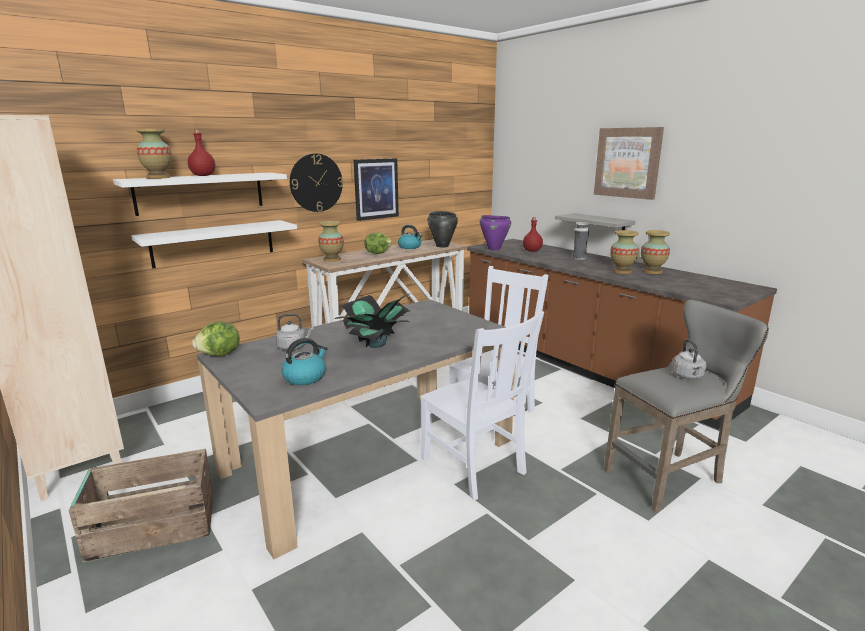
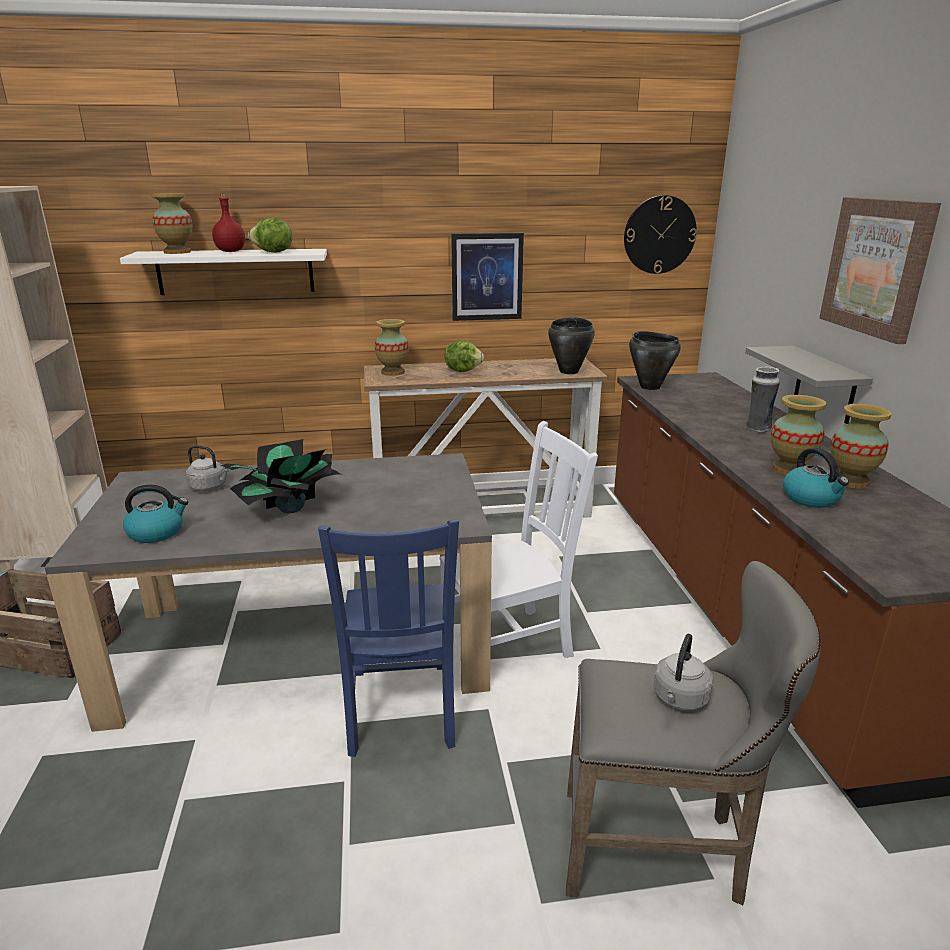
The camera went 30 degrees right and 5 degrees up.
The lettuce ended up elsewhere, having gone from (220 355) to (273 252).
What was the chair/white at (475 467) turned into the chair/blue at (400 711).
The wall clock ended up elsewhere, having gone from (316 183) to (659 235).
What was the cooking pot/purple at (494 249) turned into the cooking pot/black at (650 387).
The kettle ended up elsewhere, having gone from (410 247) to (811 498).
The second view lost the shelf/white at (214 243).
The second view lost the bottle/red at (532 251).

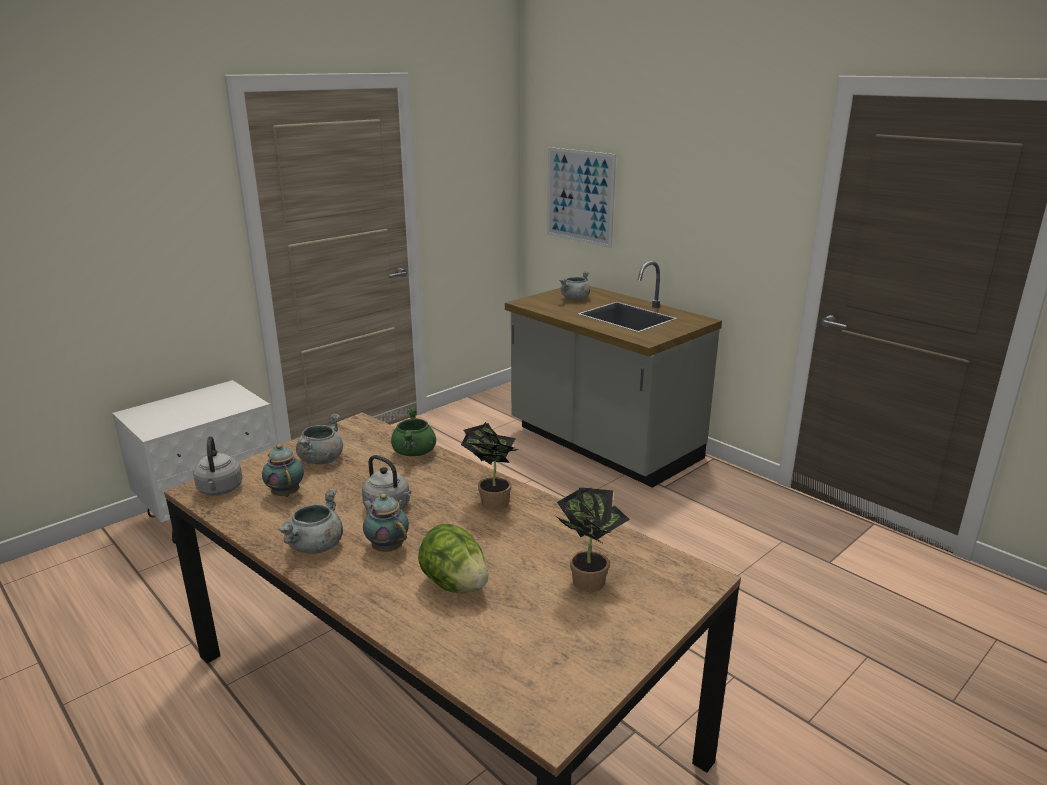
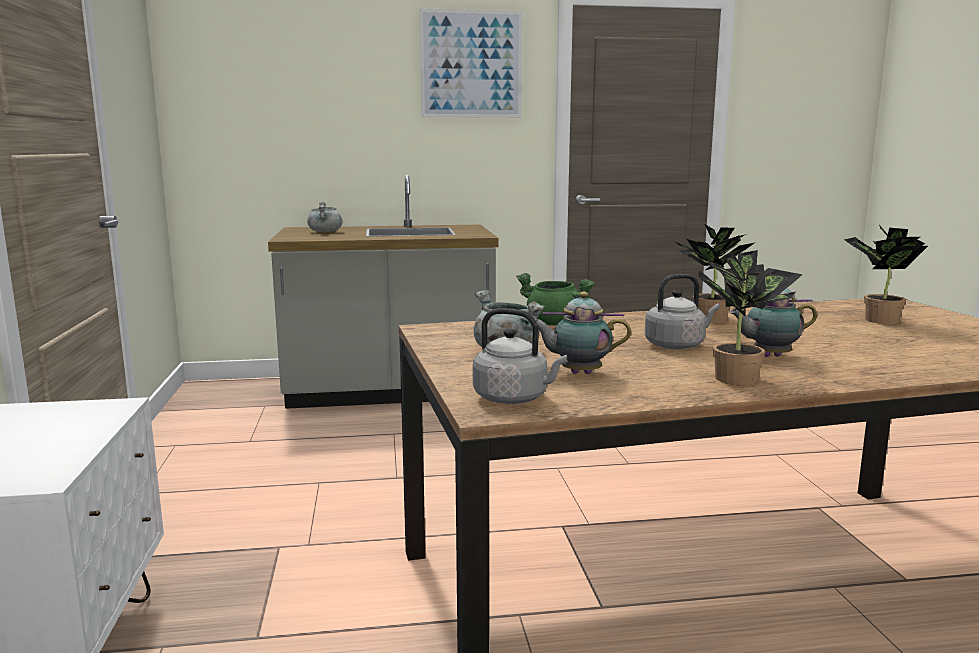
The camera went 55 degrees left and 10 degrees down.
The picture ended up elsewhere, having gone from (580 196) to (471 64).
Where the cooking pot/grey stood at (316 546), the potted plant came to stand at (739 377).
The second view lost the lettuce at (454 584).

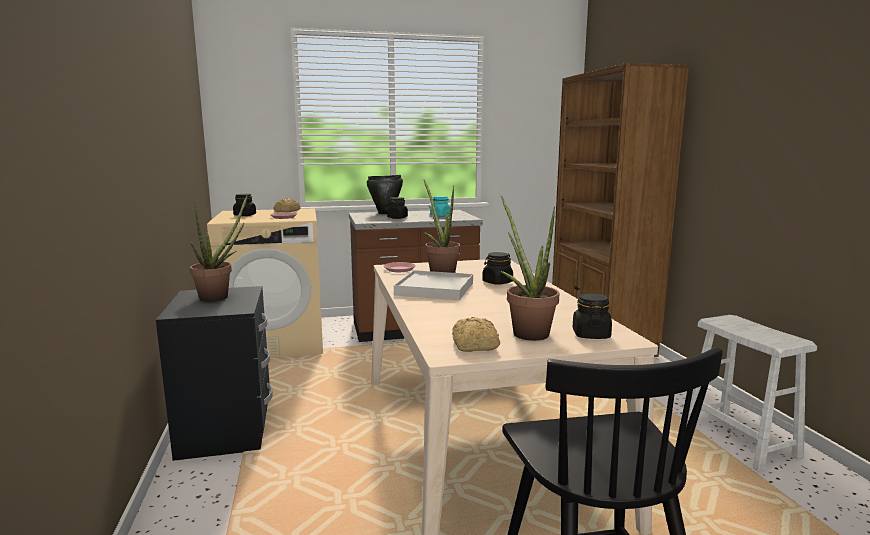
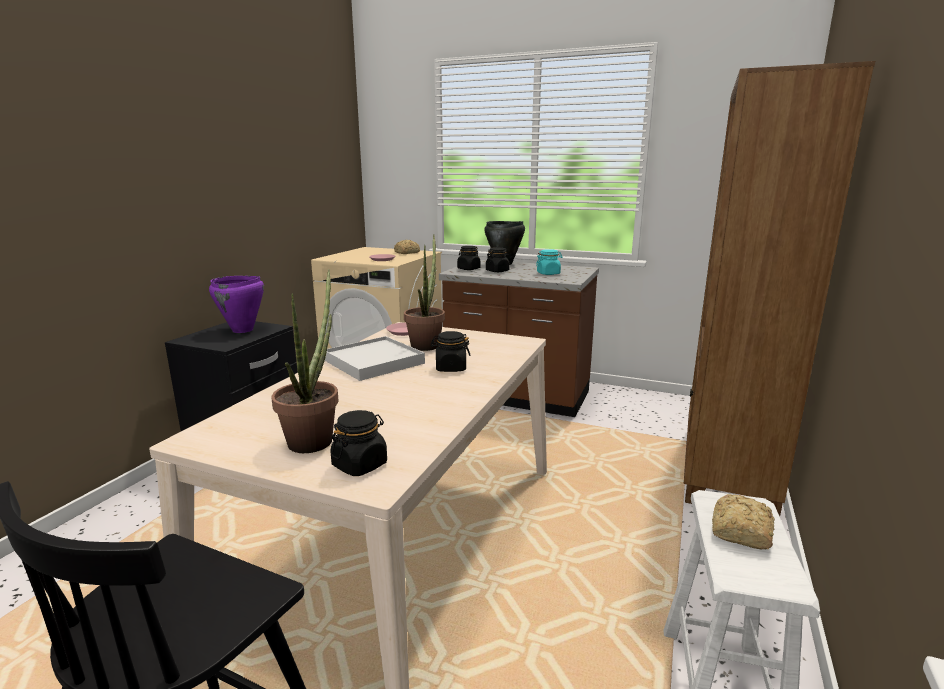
The camera went 35 degrees right and 5 degrees up.
Where the potted plant stood at (219 296), the cooking pot/purple came to stand at (242 330).
The jar/black ended up elsewhere, having gone from (245 215) to (468 269).
The bread ended up elsewhere, having gone from (474 345) to (740 533).

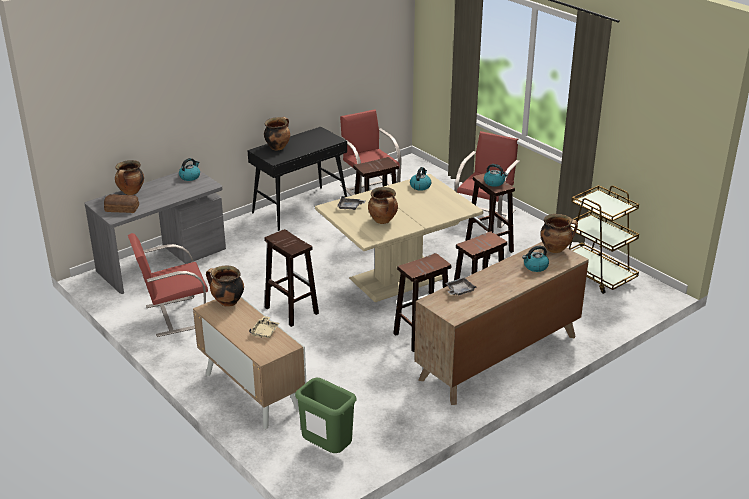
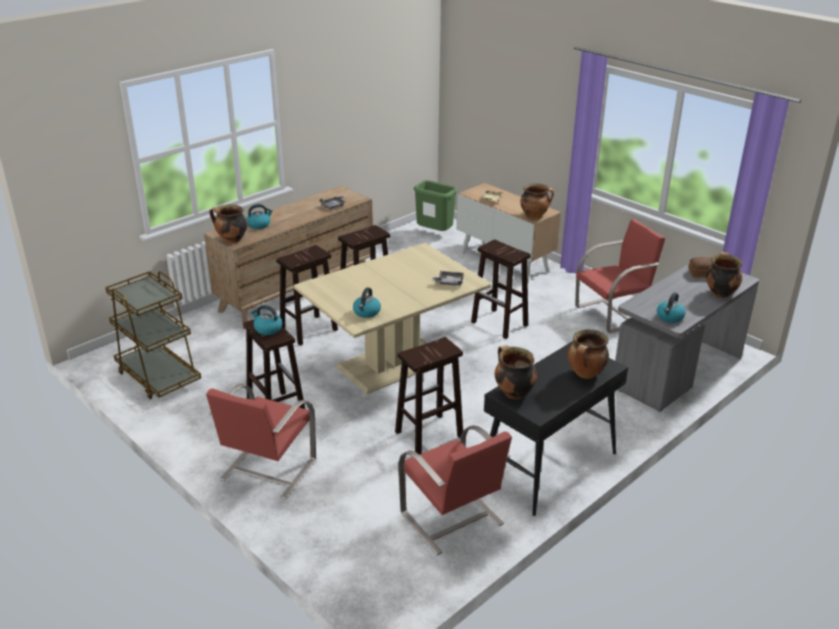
The camera went 175 degrees right and 0 degrees up.
The cooking pot ended up elsewhere, having gone from (383 221) to (513 392).

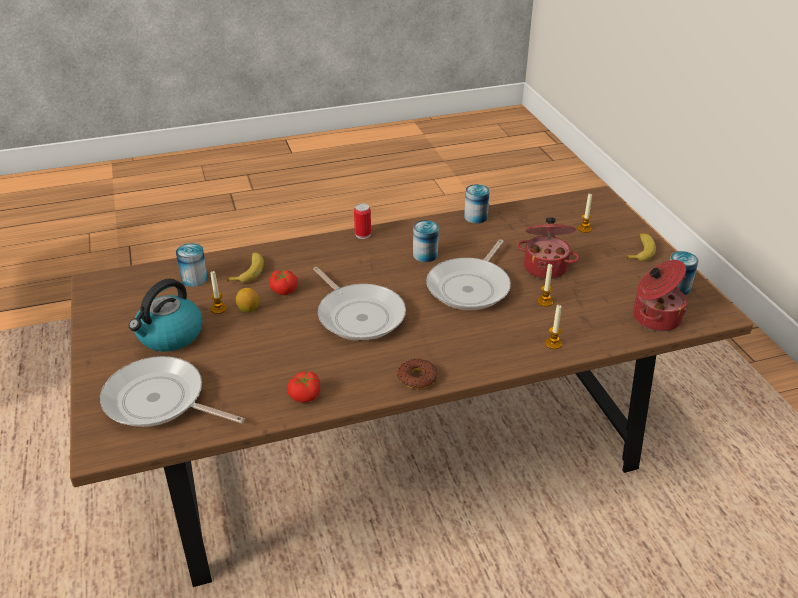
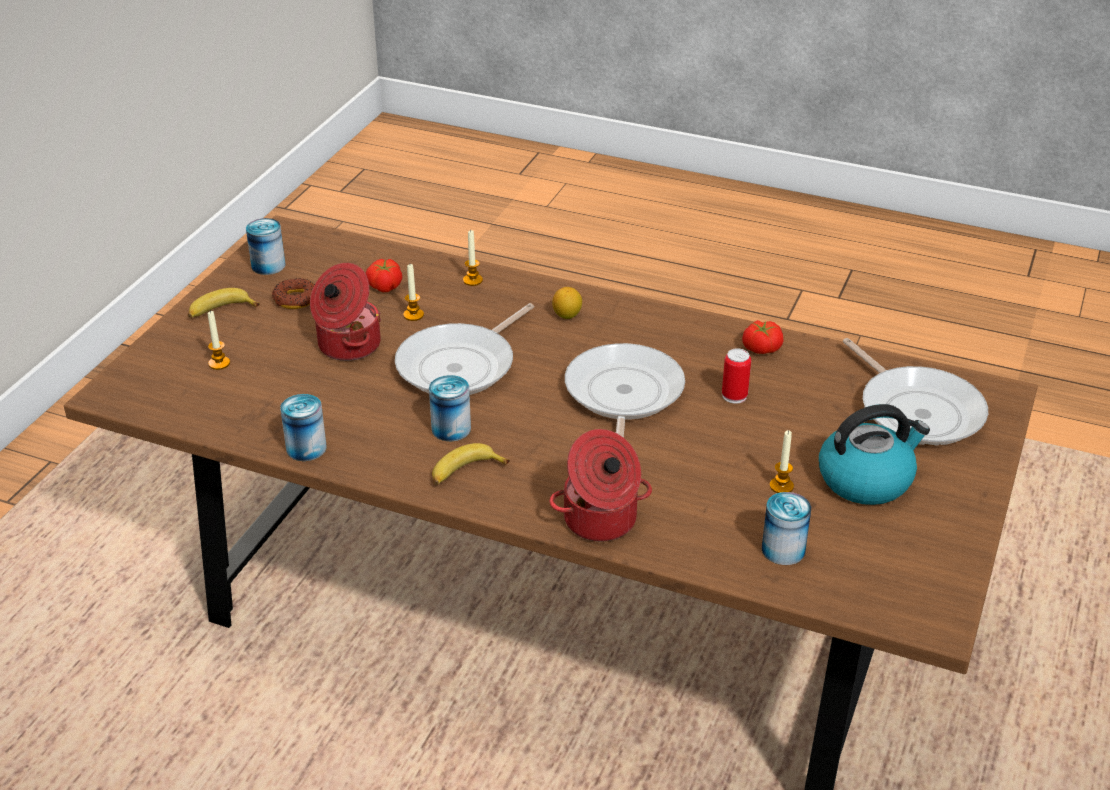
The camera went 140 degrees left and 0 degrees up.
The donut ended up elsewhere, having gone from (417 378) to (295 299).
The tomato ended up elsewhere, having gone from (284 290) to (384 286).
The frying pan at (470 287) ended up facing another way, 150 degrees clockwise from before.
The banana ended up elsewhere, having gone from (248 271) to (465 472).
The cooking pot ended up elsewhere, having gone from (654 317) to (600 521).
The lemon ended up elsewhere, having gone from (248 309) to (567 315).
The can ended up elsewhere, having gone from (363 234) to (734 396).

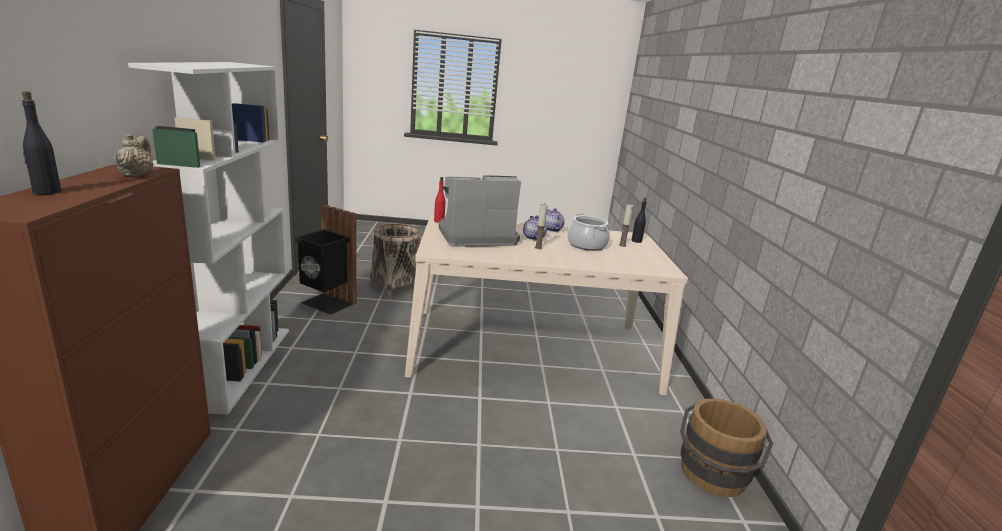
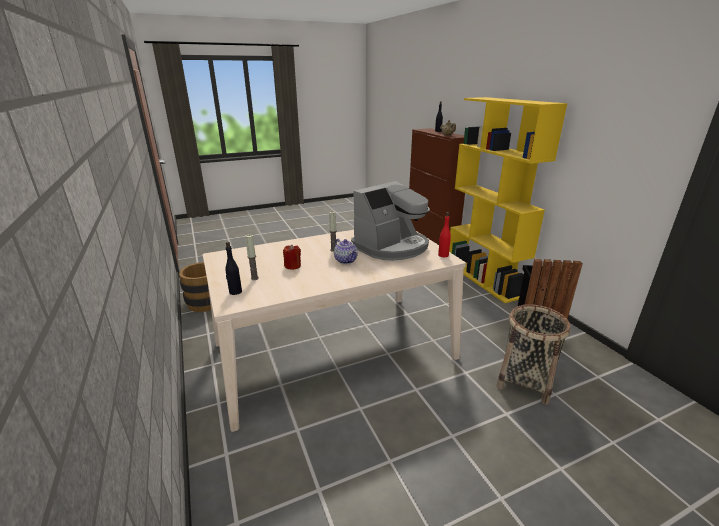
The camera went 160 degrees right and 5 degrees up.
Where the cooking pot stood at (586 245), the candle/red came to stand at (292 266).
What was the bookcase/white at (240 365) turned into the bookcase/yellow at (484 279).
The second view lost the teapot at (551 229).

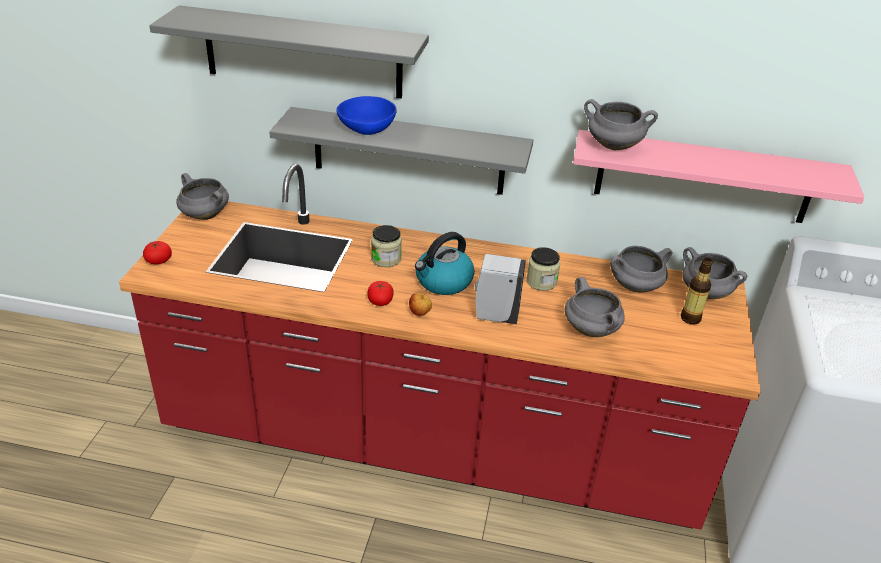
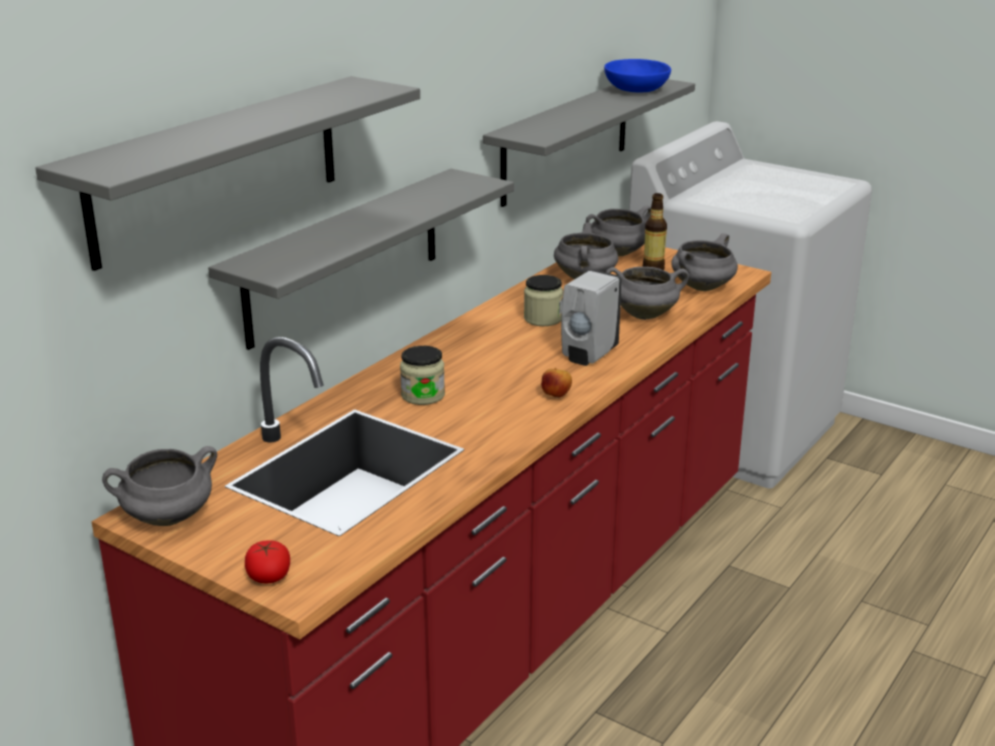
The camera went 65 degrees left and 10 degrees down.
What was the shelf/pink at (703 177) turned into the shelf/grey at (566 139).
The bowl/blue ended up elsewhere, having gone from (366 128) to (636 90).
The cooking pot/grey ended up elsewhere, having gone from (613 146) to (702 288).
The second view lost the tomato at (380 301).
The second view lost the kettle at (443 282).

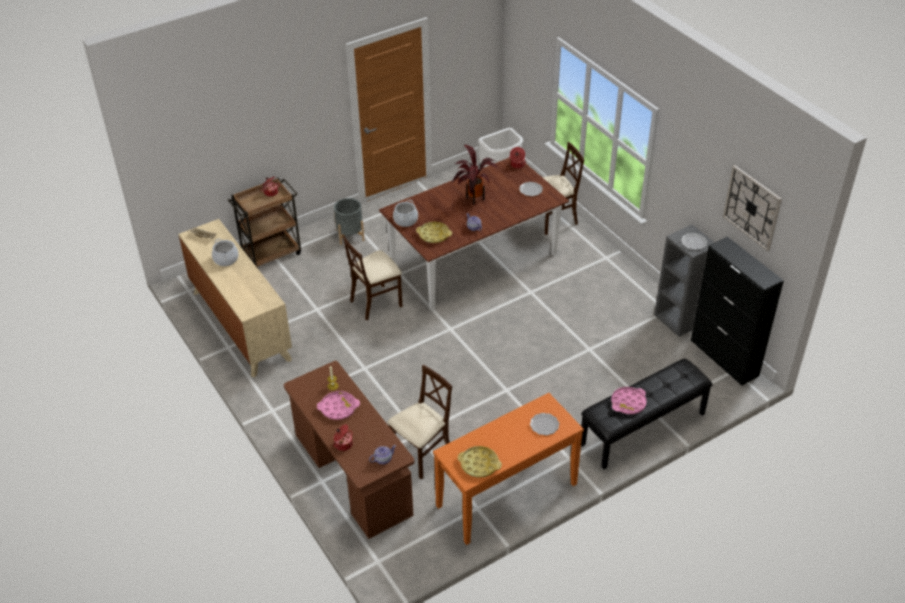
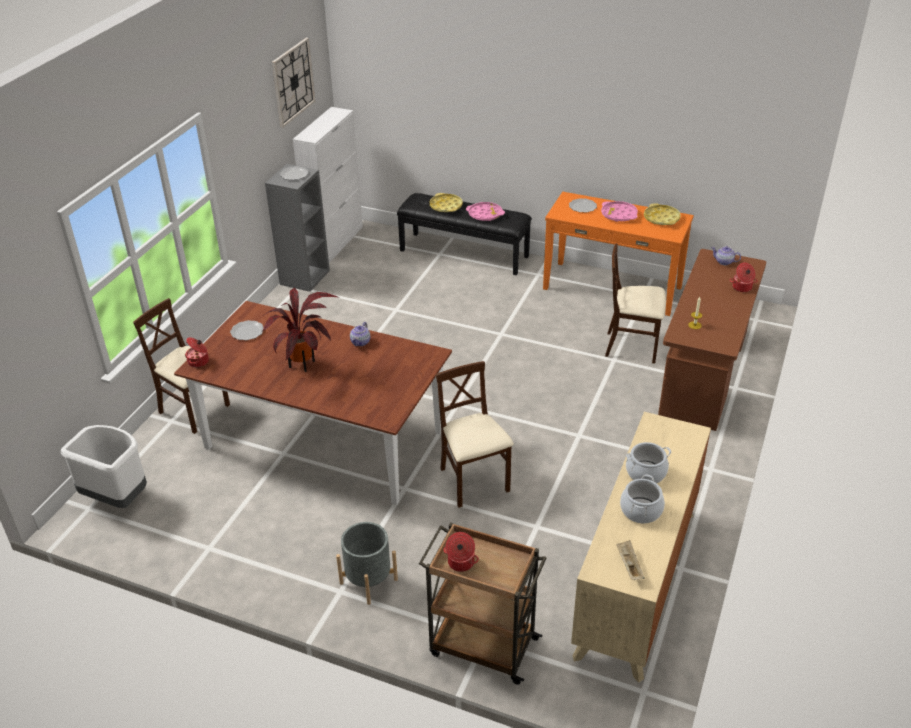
The camera went 125 degrees left and 5 degrees down.
What was the cabinet/black at (724 358) turned into the cabinet/white at (336 242).
The tray/yellow ended up elsewhere, having gone from (434 235) to (446 206).
The chair/beige at (376 302) ended up facing another way, 135 degrees counterclockwise from before.
The tray/pink ended up elsewhere, having gone from (338 408) to (619 215).
The cooking pot ended up elsewhere, having gone from (405 220) to (645 473).

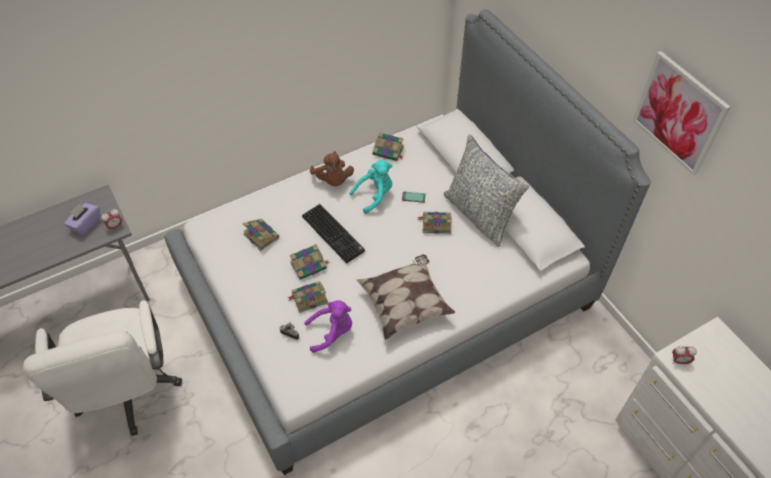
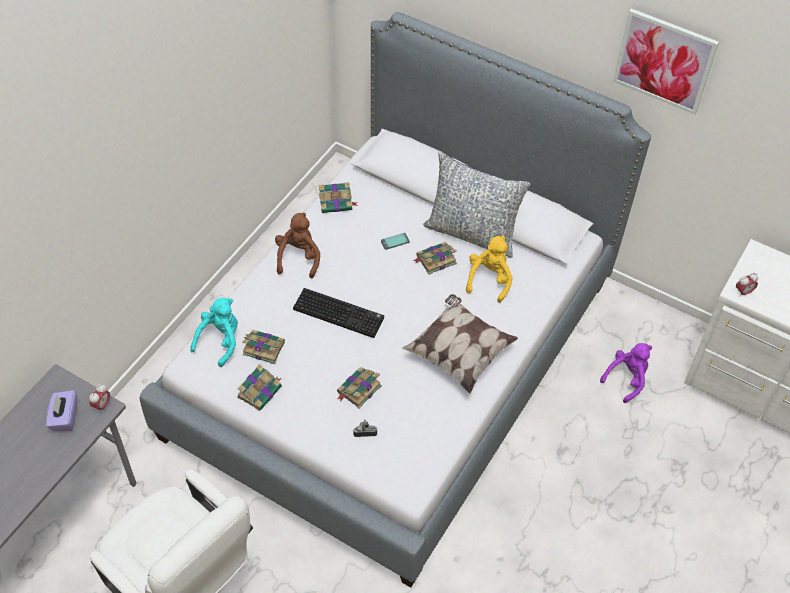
The camera went 30 degrees left and 0 degrees up.
The plush toy/turquoise ended up elsewhere, having gone from (375 195) to (220 341).
The book ended up elsewhere, having gone from (309 265) to (260 391).
The plush toy/brown at (333 180) ended up facing another way, 120 degrees counterclockwise from before.
The second view gained the plush toy/yellow at (489 280).
The plush toy/purple ended up elsewhere, having gone from (332 332) to (626 379).

